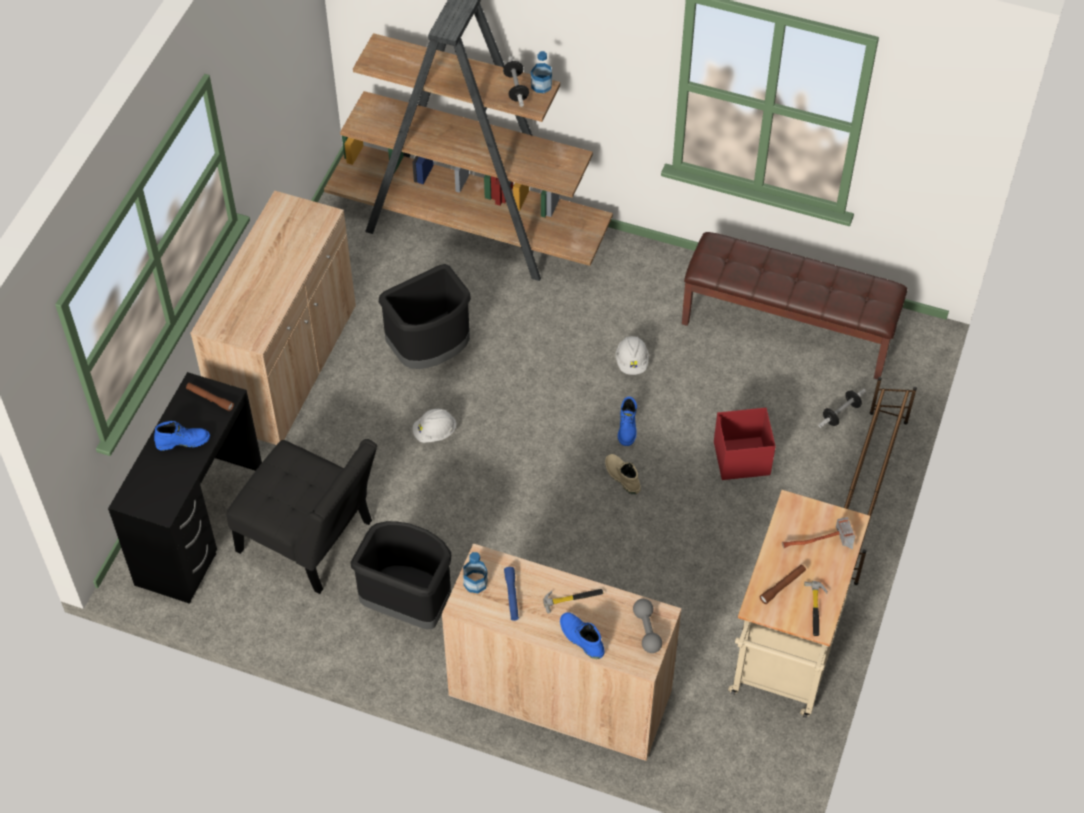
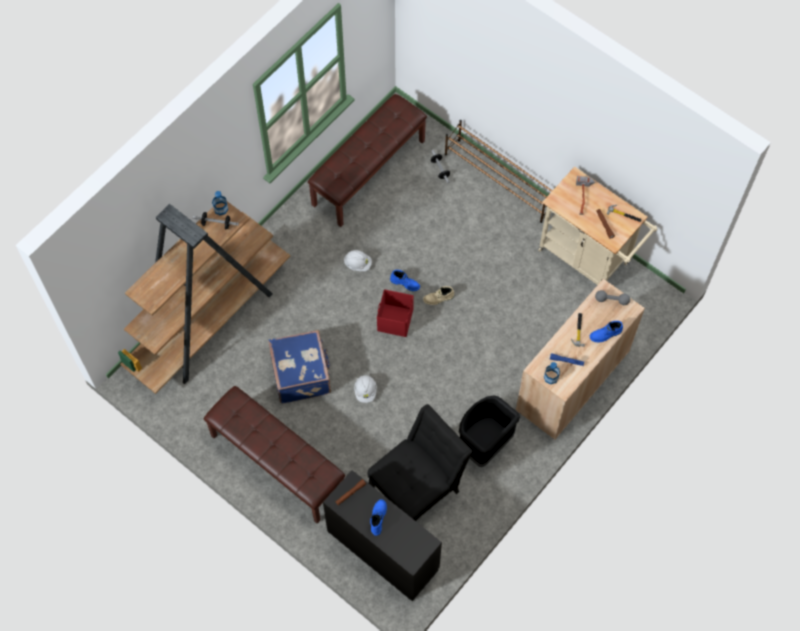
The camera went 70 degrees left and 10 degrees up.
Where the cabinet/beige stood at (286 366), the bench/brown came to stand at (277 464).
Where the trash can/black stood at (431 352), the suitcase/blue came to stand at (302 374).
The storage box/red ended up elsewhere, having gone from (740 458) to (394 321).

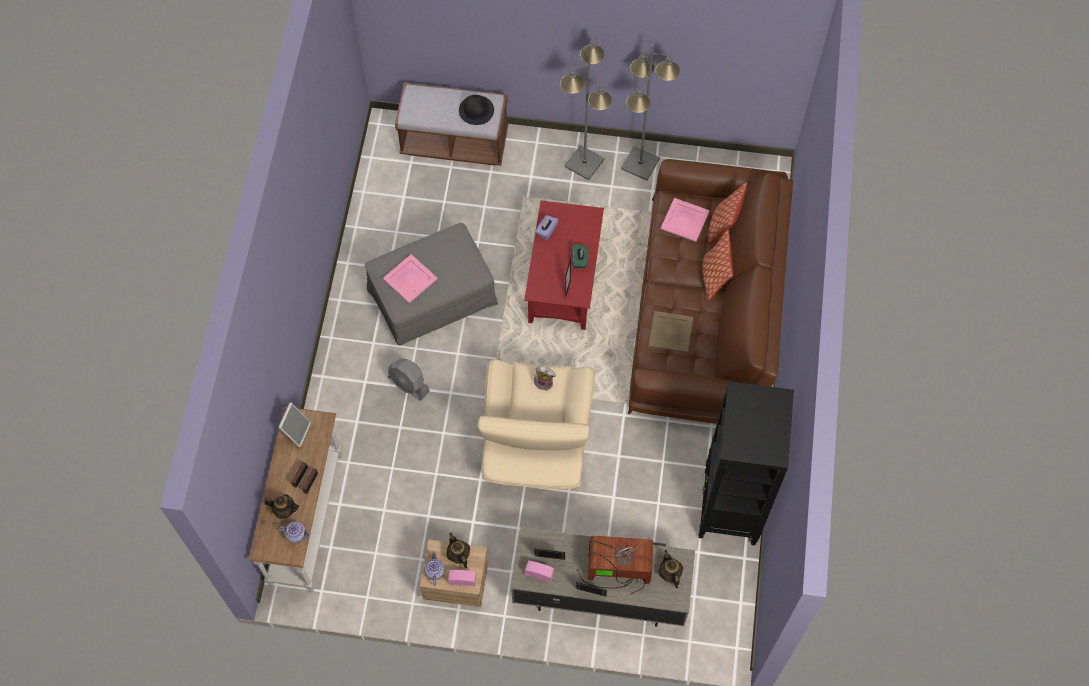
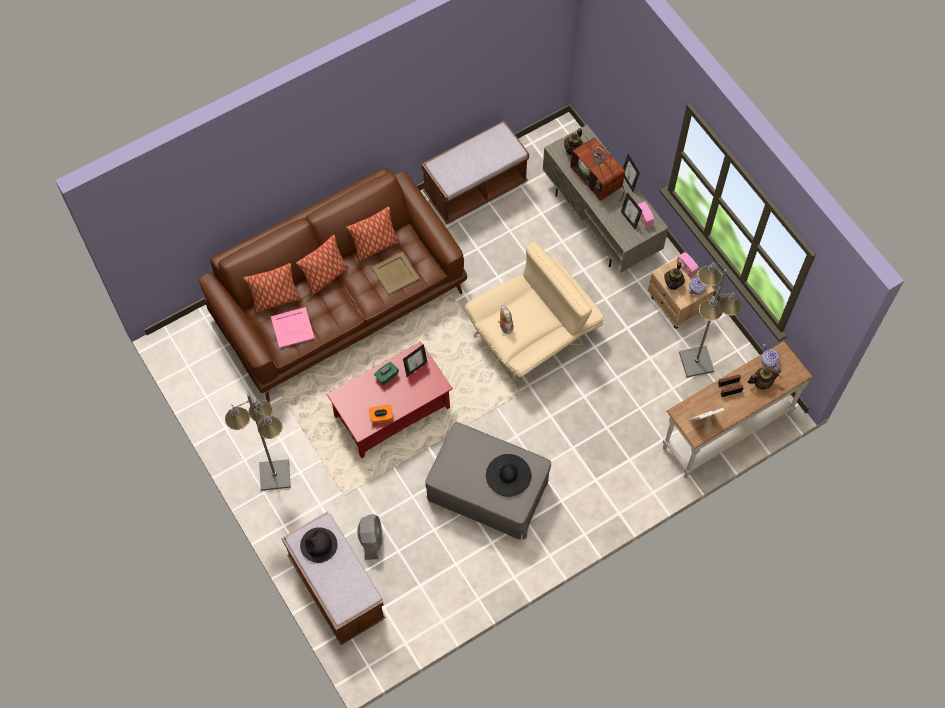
The camera went 130 degrees left and 0 degrees up.
The second view gained the pillow at (375 247).
The fan/grey ended up elsewhere, having gone from (409 384) to (371 539).
What was the tissue box/purple at (546 231) turned into the tissue box/orange at (381 417).
Where the bookcase/black stood at (729 508), the bench/brown came to stand at (475 189).
Where the tray/pink stood at (409 279), the hat/black came to stand at (508 475).
The floor lamp/grey ended up elsewhere, having gone from (640 164) to (696 361).
The teapot at (284 510) ended up facing another way, 105 degrees clockwise from before.

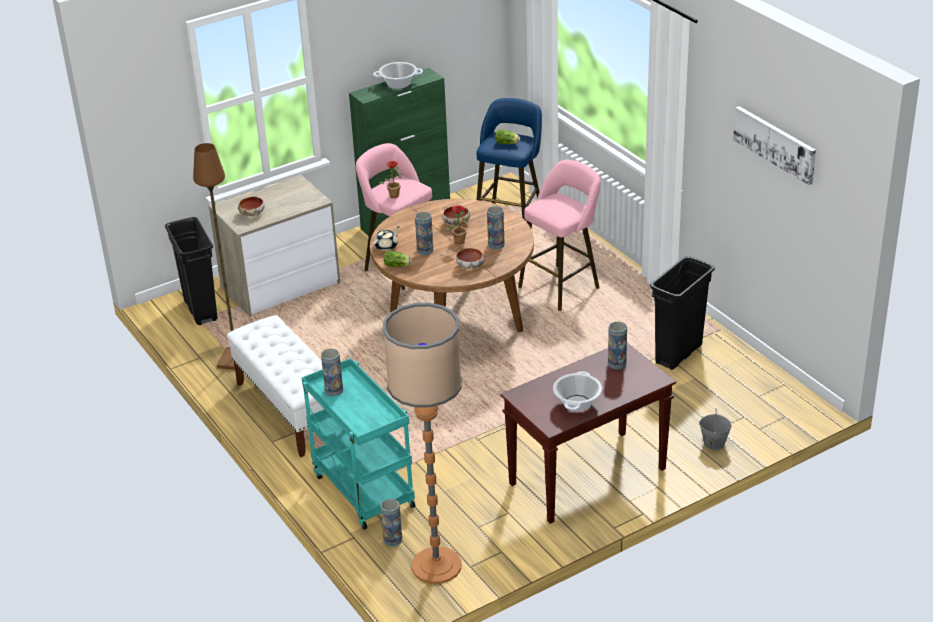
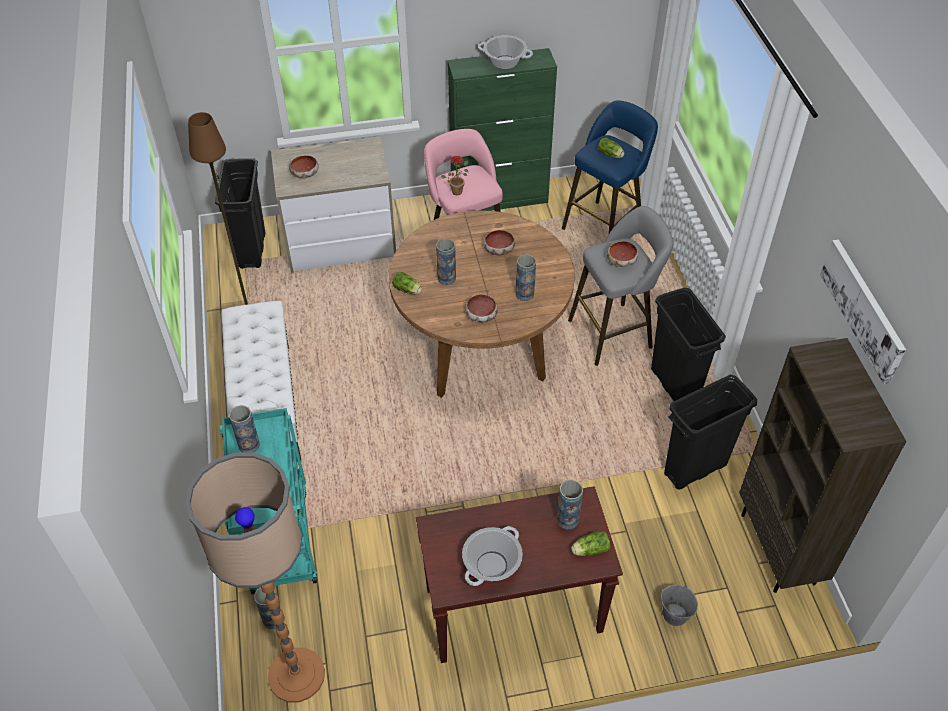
The camera went 20 degrees right and 15 degrees up.
What was the stool/pink at (562 286) turned into the stool/grey at (614 332).
The second view gained the lettuce at (589 550).
The second view gained the bowl at (621 261).
The second view gained the trash can/black at (674 386).
The second view gained the bookcase/brown at (779 549).
The second view lost the teapot/beige at (386 246).
The second view lost the potted plant at (459 240).

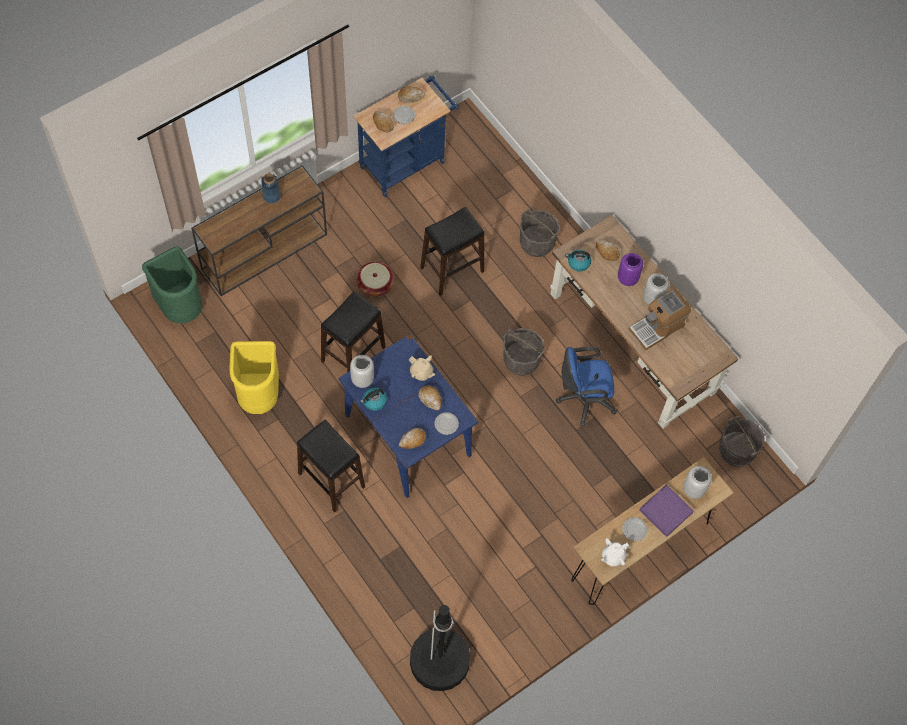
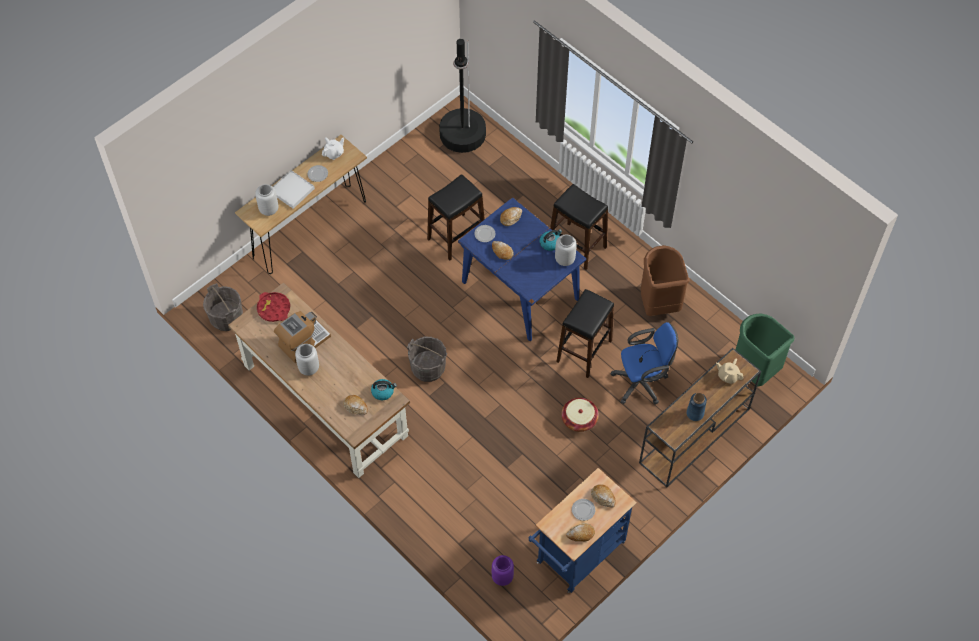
The camera went 175 degrees right and 5 degrees down.
The second view gained the tray/red at (273 309).
What was the tray/purple at (665 511) turned into the tray/white at (292 190).
The stool/black ended up elsewhere, having gone from (452 270) to (456 236).
The vase/purple ended up elsewhere, having gone from (628 278) to (502 577).
The office chair/blue ended up elsewhere, having gone from (583 399) to (642 382).
What was the trash can/yellow at (259 395) turned into the trash can/brown at (658 304).
The teapot/beige ended up elsewhere, having gone from (421 372) to (728 376).
The second view lost the bucket/grey at (537 243).

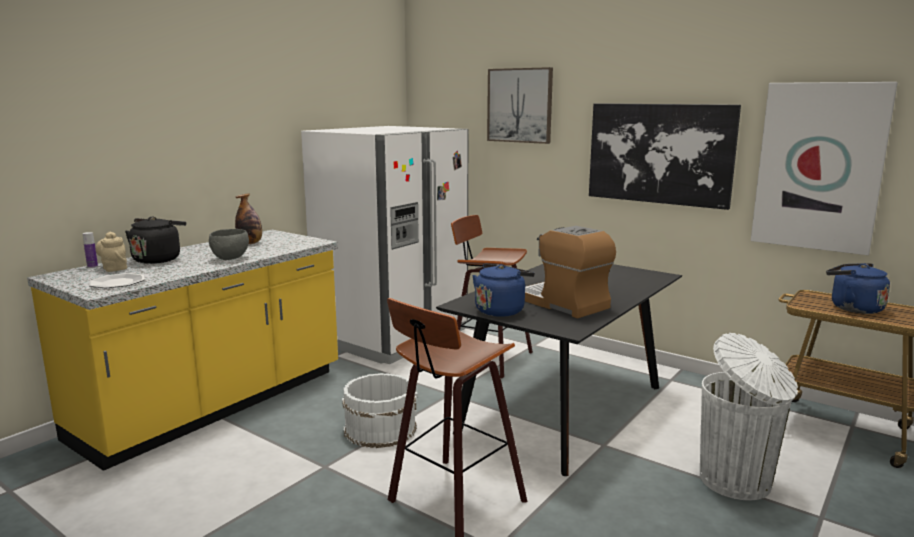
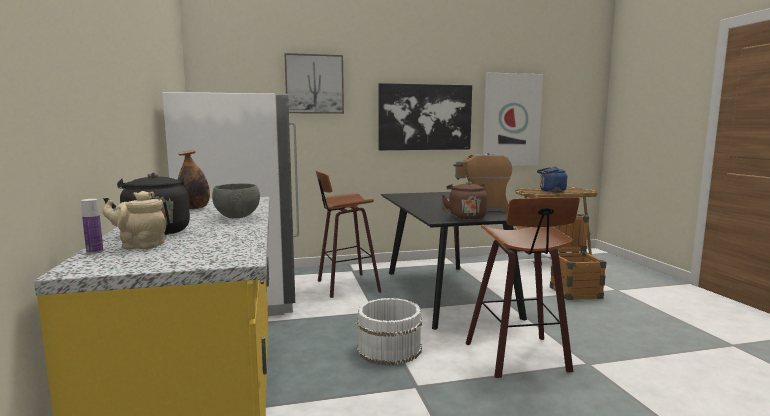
The camera went 50 degrees left and 5 degrees down.
What was the kettle/blue at (501 310) turned into the kettle/brown at (466 217).
Where the trash can/white stood at (737 481), the crate came to stand at (572 290).
The second view lost the plate at (117 283).

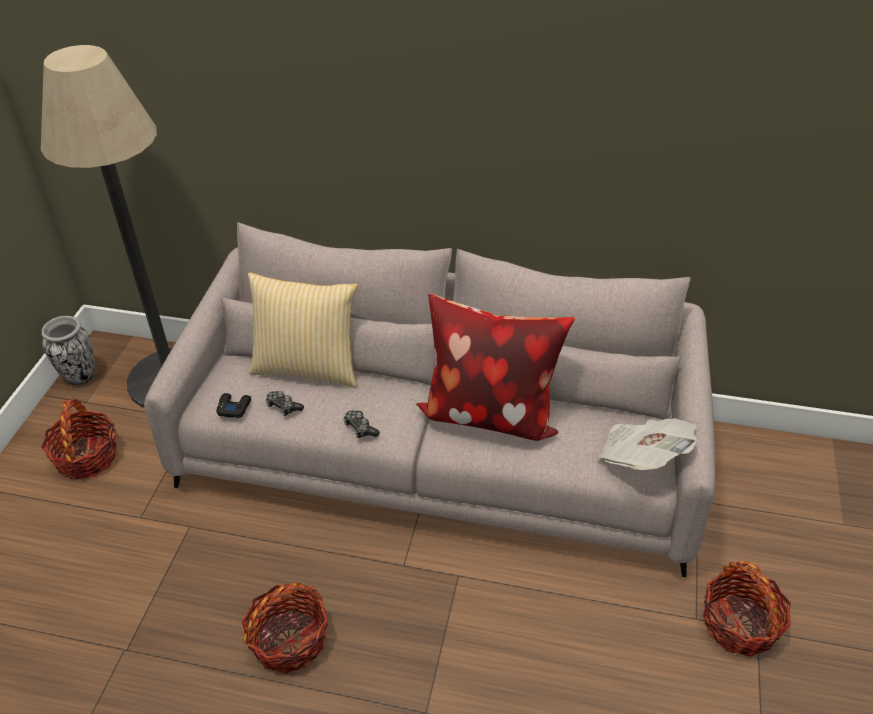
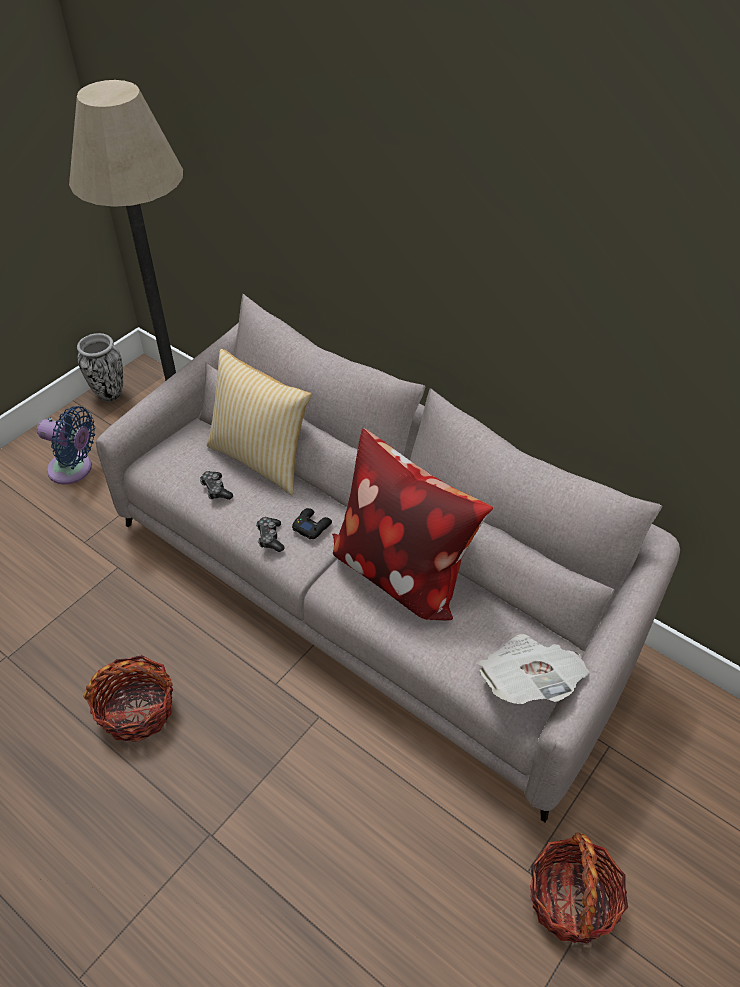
The camera went 25 degrees right and 5 degrees up.
Where the basket stood at (87 457), the fan/blue came to stand at (74 469).
The game controller/black ended up elsewhere, having gone from (234 408) to (311 526).

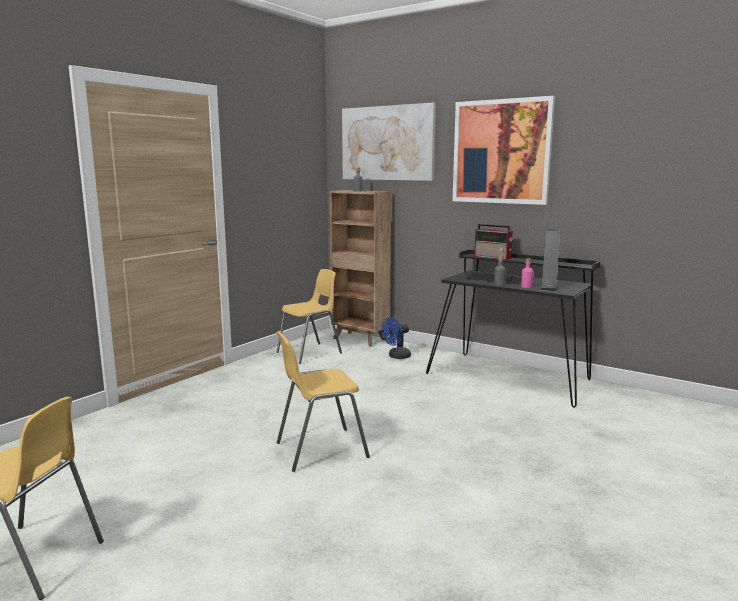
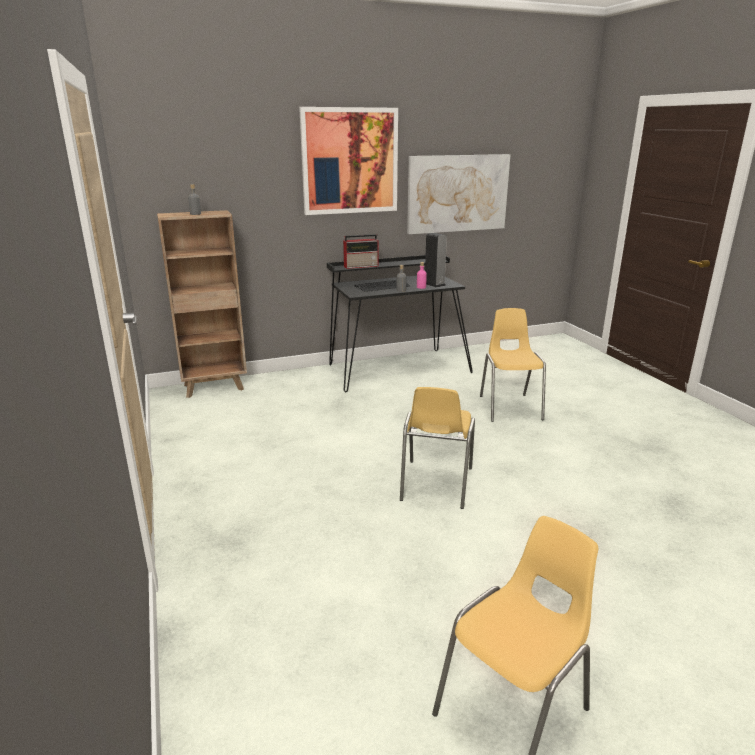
The camera went 55 degrees left and 10 degrees up.
The picture ended up elsewhere, having gone from (387 143) to (457 193).
The chair/yellow ended up elsewhere, having gone from (310 353) to (509 407).
The second view lost the fan/blue at (396 357).

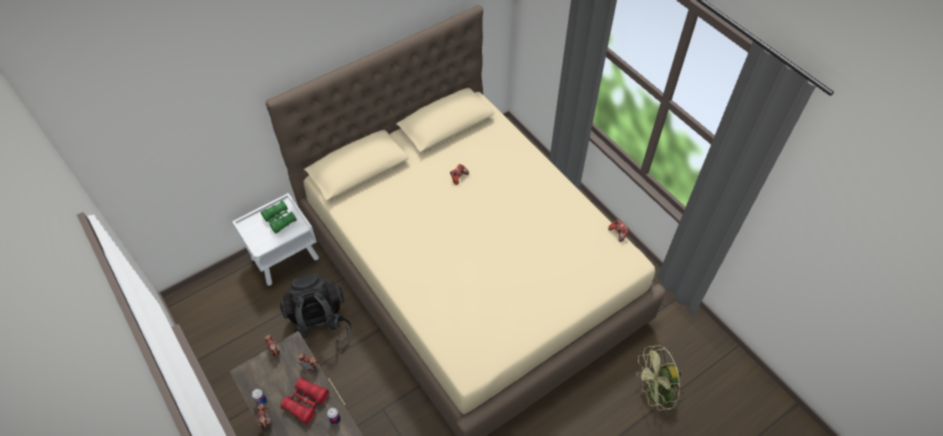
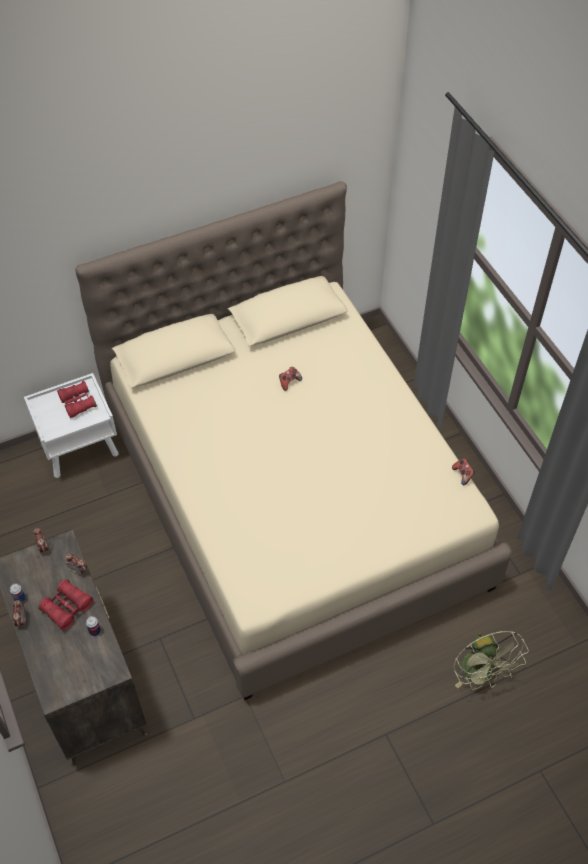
The camera went 10 degrees right and 0 degrees up.
What was the binoculars/green at (279 220) turned into the binoculars/red at (77 403).
The fan/green at (655 395) ended up facing another way, 105 degrees counterclockwise from before.
The second view lost the backpack/black at (319 325).

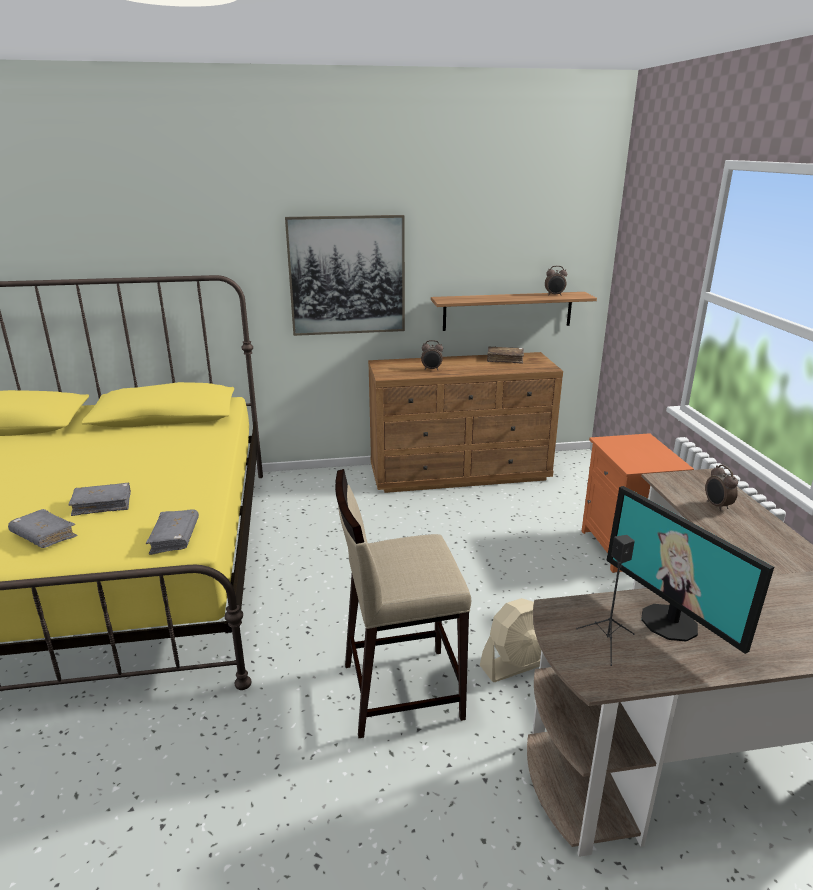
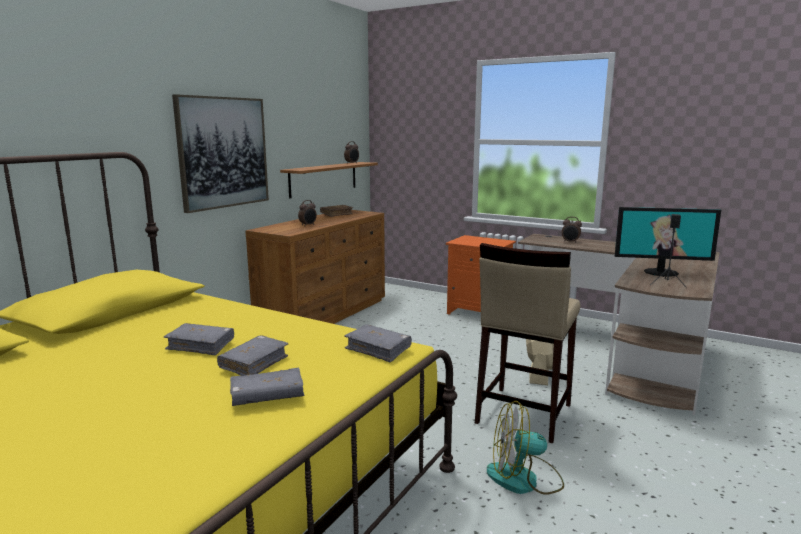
The camera went 50 degrees left and 10 degrees down.
The second view gained the book/grey at (201 345).
The second view gained the fan at (524 479).

